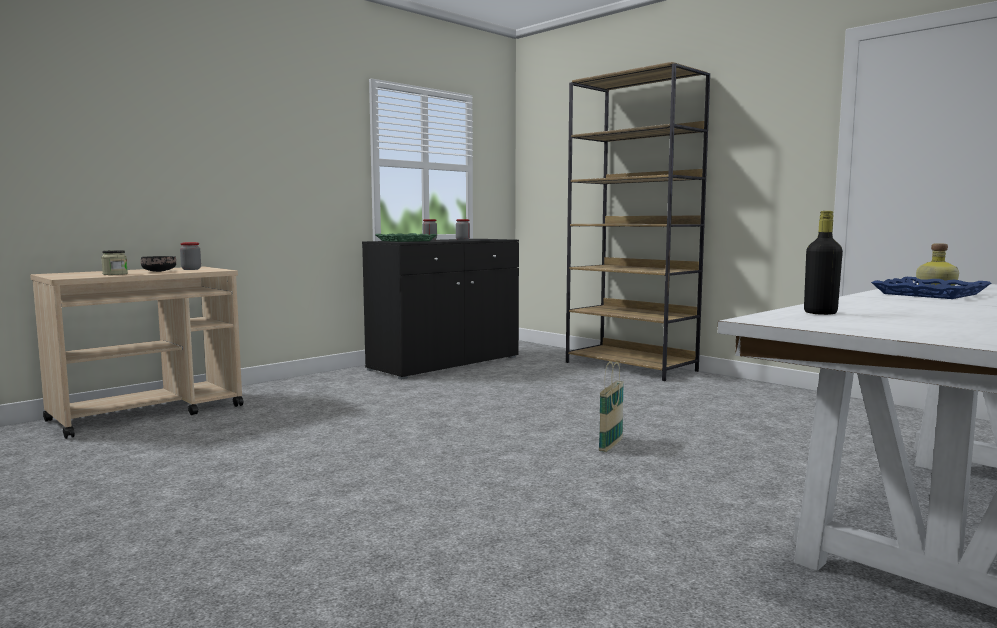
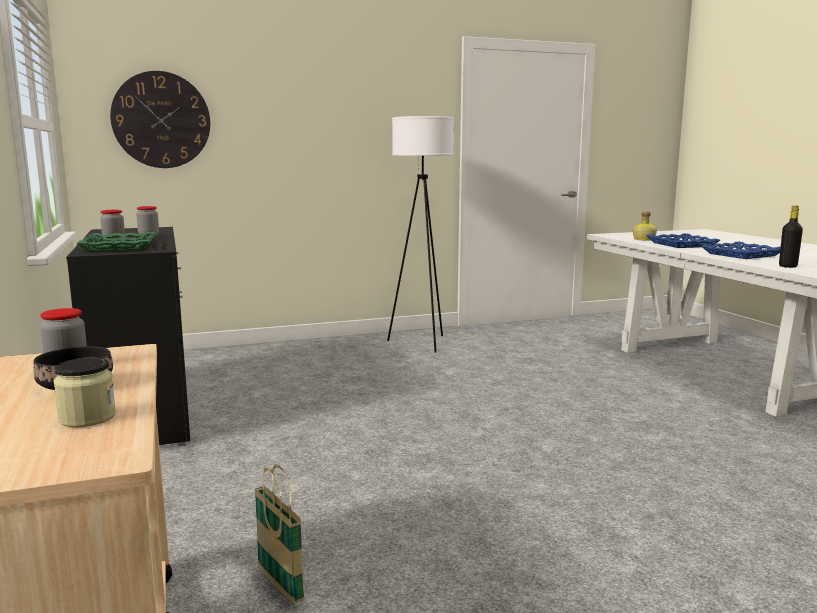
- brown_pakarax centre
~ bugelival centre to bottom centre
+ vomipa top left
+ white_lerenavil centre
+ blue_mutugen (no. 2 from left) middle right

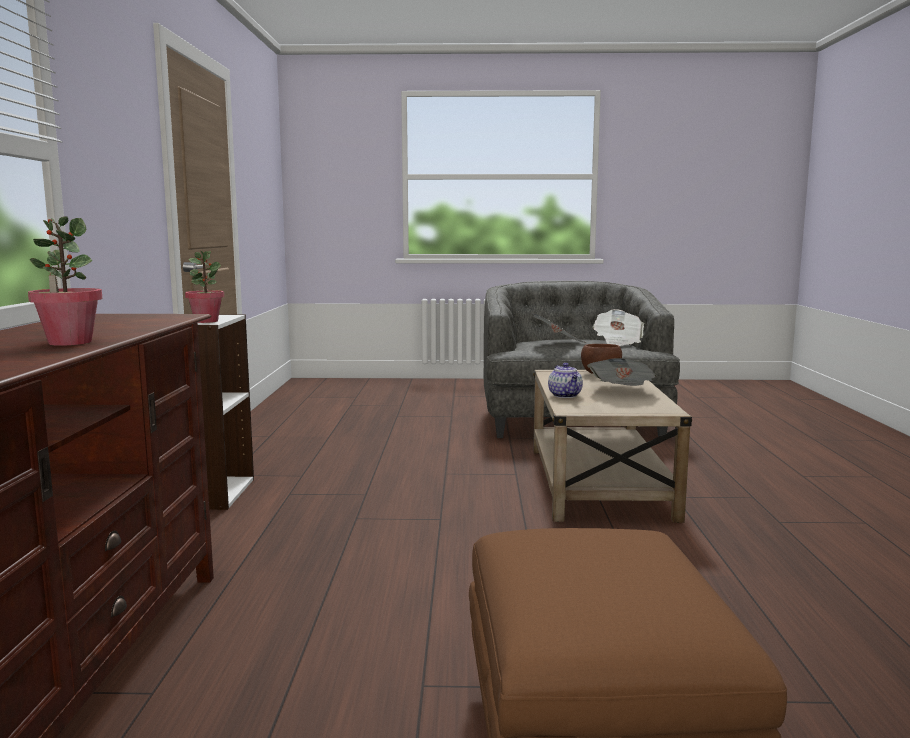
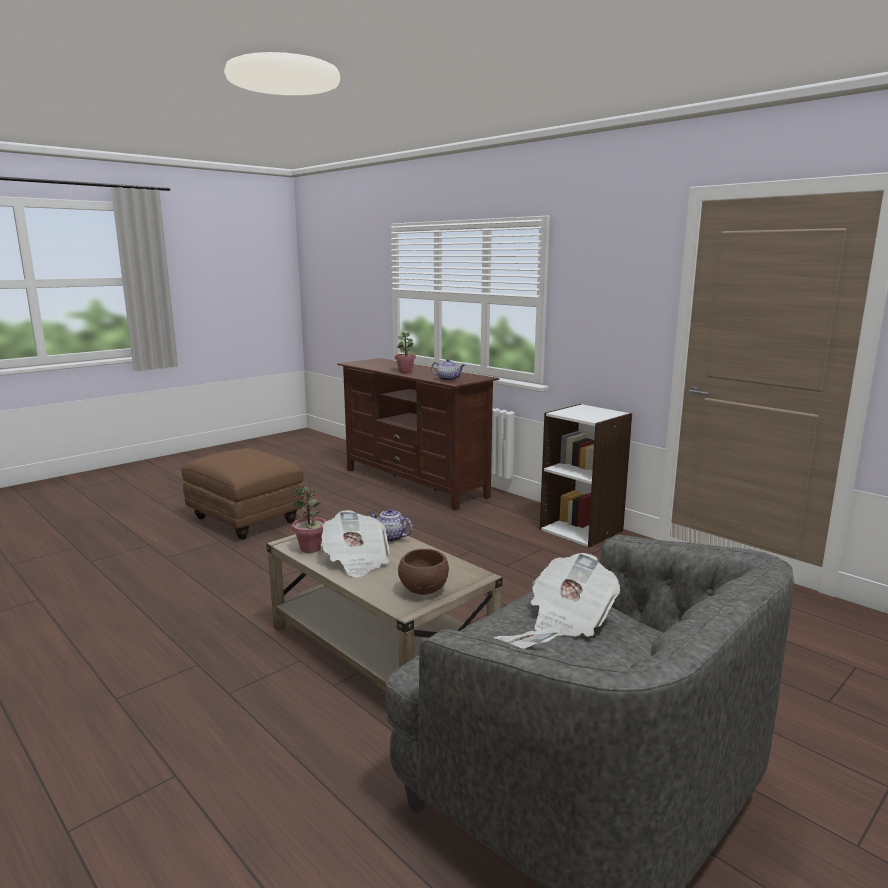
~ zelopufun (no. 2 from left in the first image) middle left to zelopufun (no. 1 from left) centre
+ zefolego (no. 2 from left) centre

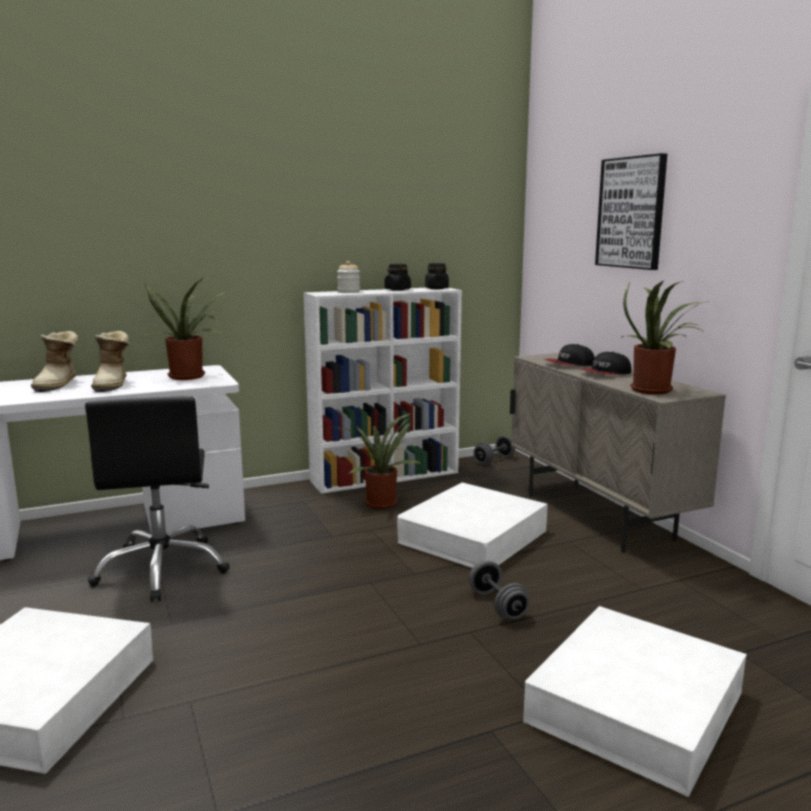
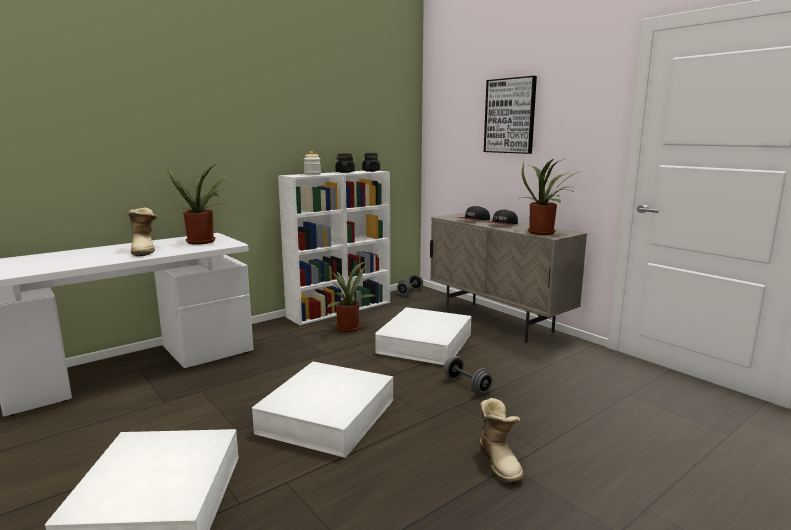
~ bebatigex (no. 1 from left in the first image) middle left to bebatigex (no. 2 from left) bottom centre
- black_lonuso middle left
~ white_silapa (no. 3 from left in the first image) bottom right to white_silapa (no. 2 from left) bottom centre

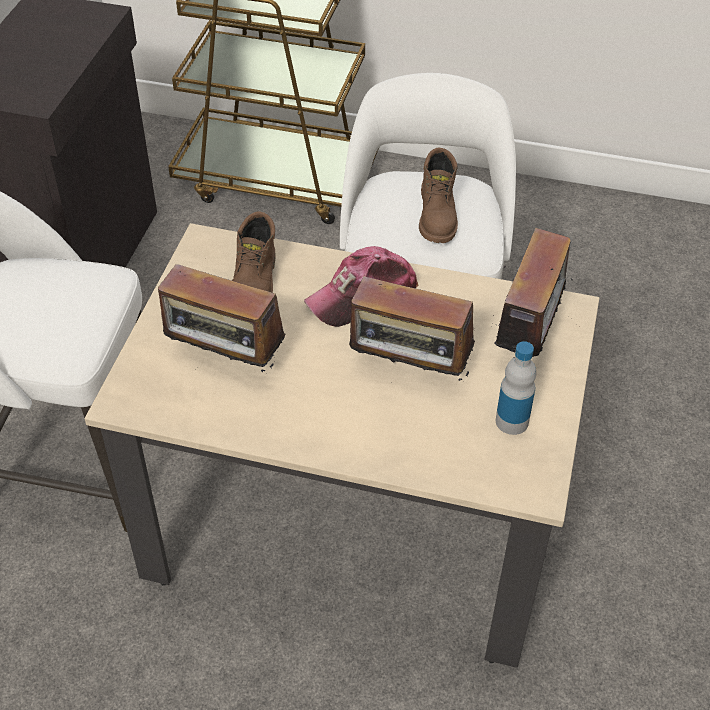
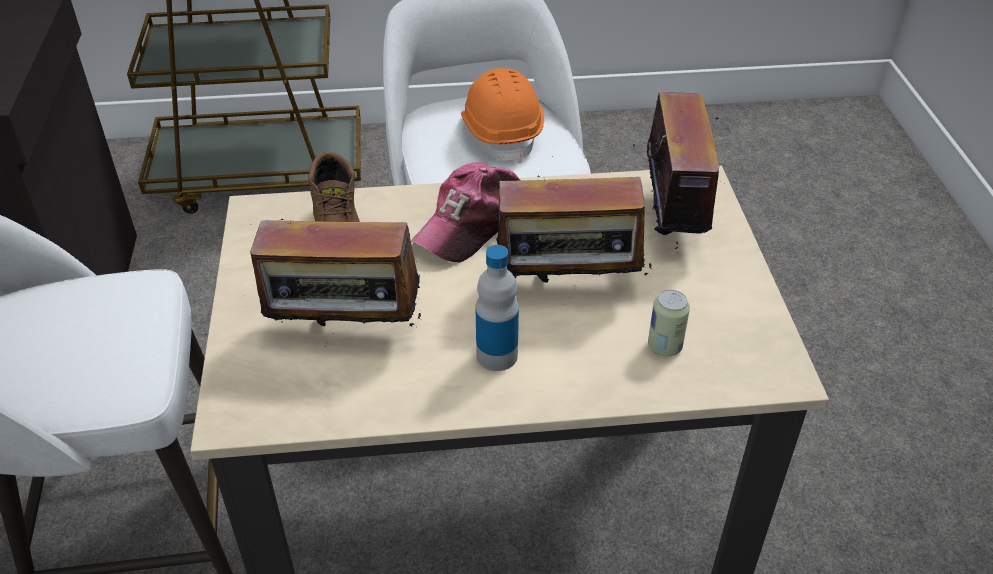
~ brown_bebatigex (no. 2 from left) top centre to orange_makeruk top centre
~ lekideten middle right to centre
+ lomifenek middle right

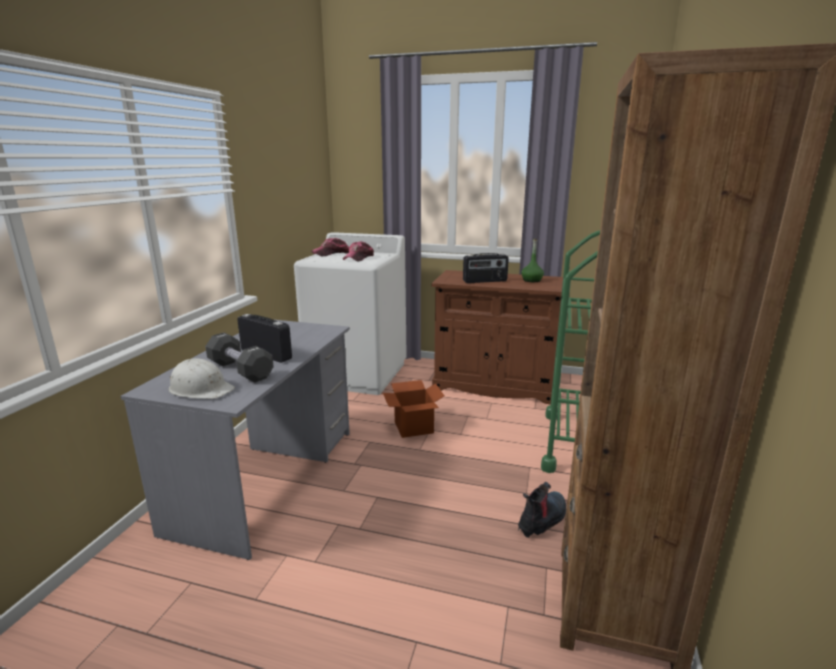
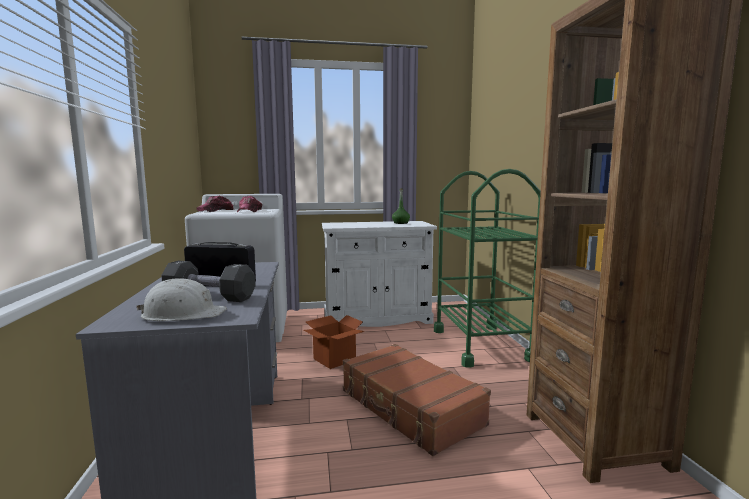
- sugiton (no. 2 from left) centre
~ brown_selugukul centre to white_selugukul centre
- bebatigex bottom centre
+ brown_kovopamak bottom centre

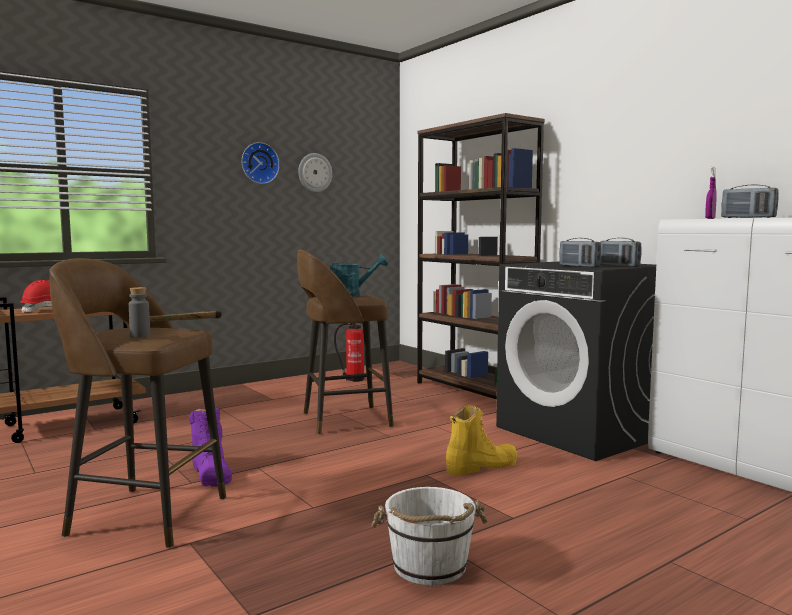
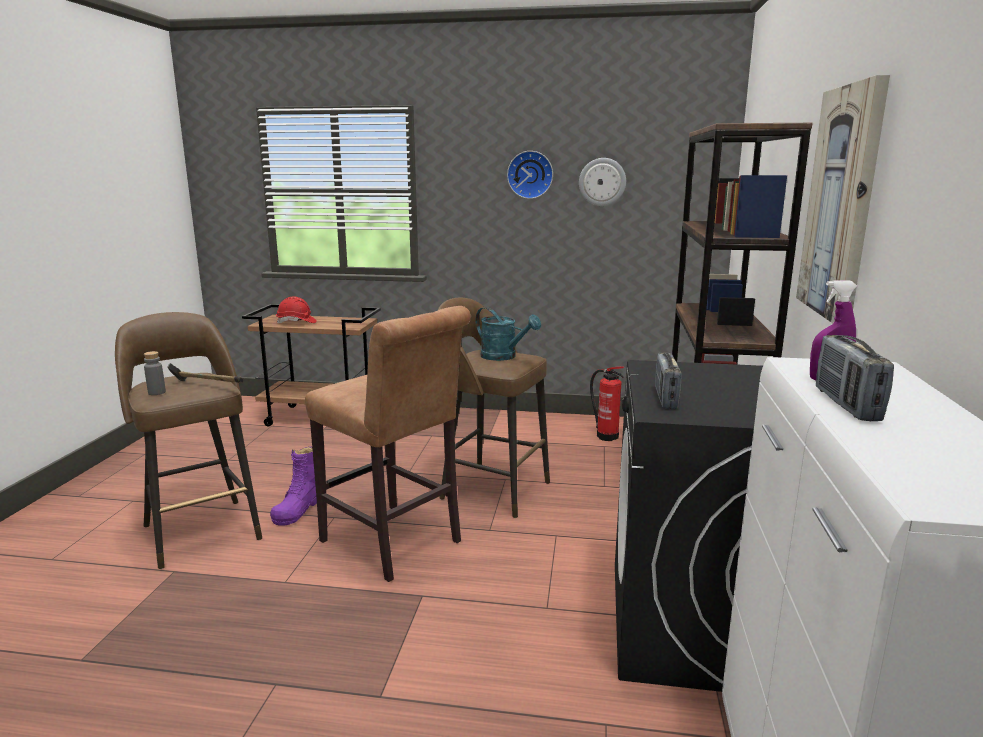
- sugiton (no. 2 from left) middle right
- yellow_bebatigex bottom centre
- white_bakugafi bottom centre
+ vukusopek top right
+ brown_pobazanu (no. 2 from left) centre

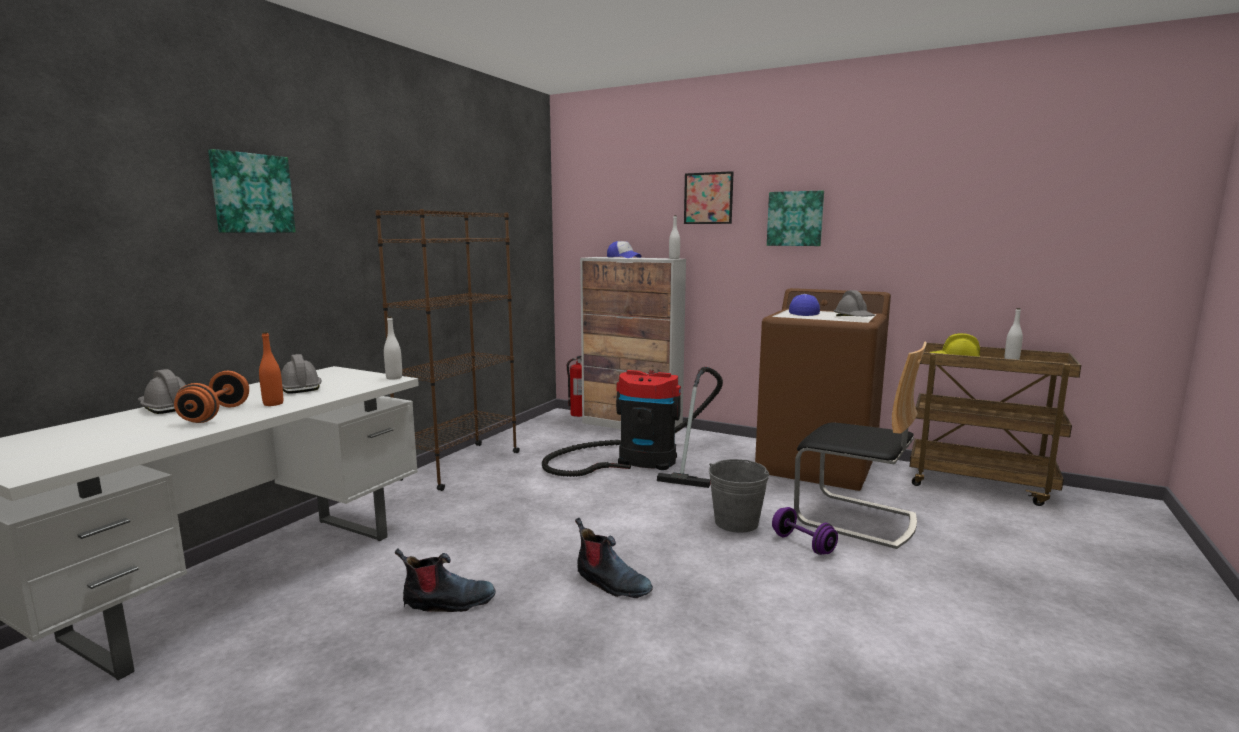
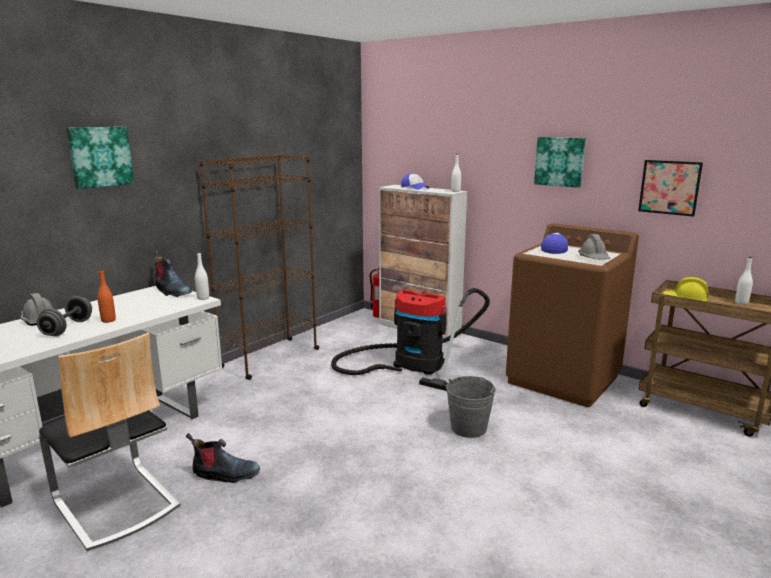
~ vukusopek (no. 2 from left in the first image) top centre to vukusopek (no. 3 from left) top right
~ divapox middle right to bottom left
- grey_makeruk (no. 2 from left) middle left
~ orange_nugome middle left to grey_nugome middle left
- purple_nugome bottom centre
~ bebatigex (no. 2 from left in the first image) bottom centre to bebatigex (no. 1 from left) middle left

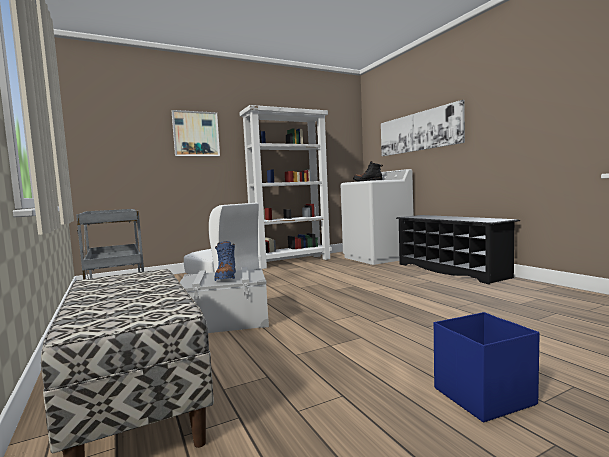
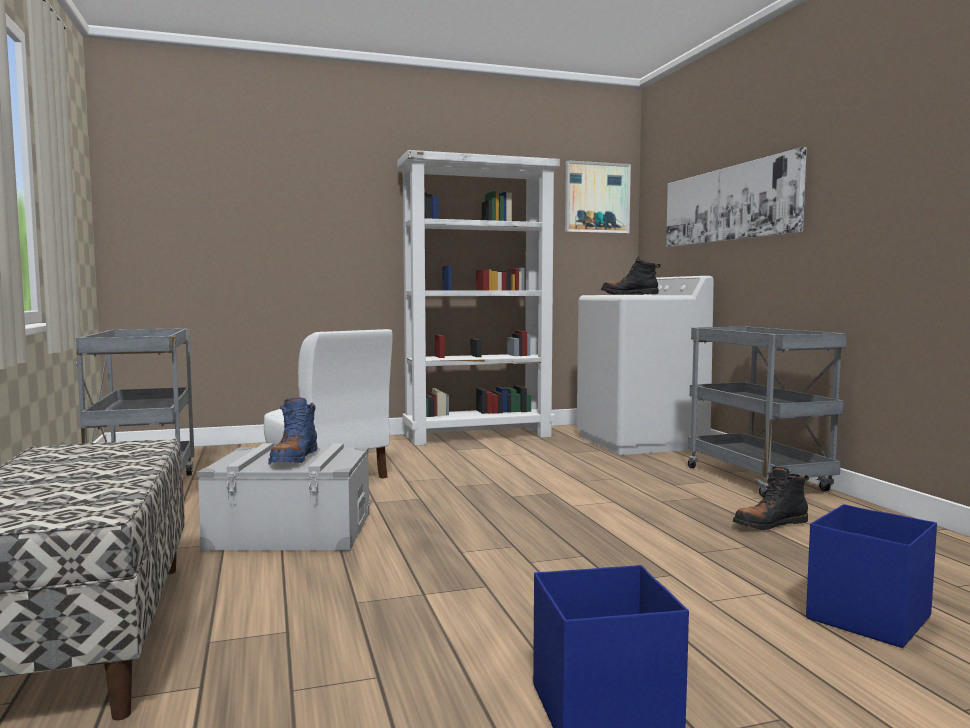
~ vukusopek (no. 1 from left) top left to top centre
~ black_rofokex middle right to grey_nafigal (no. 2 from left) middle right
+ black_bebatigex (no. 2 from left) bottom right
+ blue_silapa (no. 2 from left) bottom right

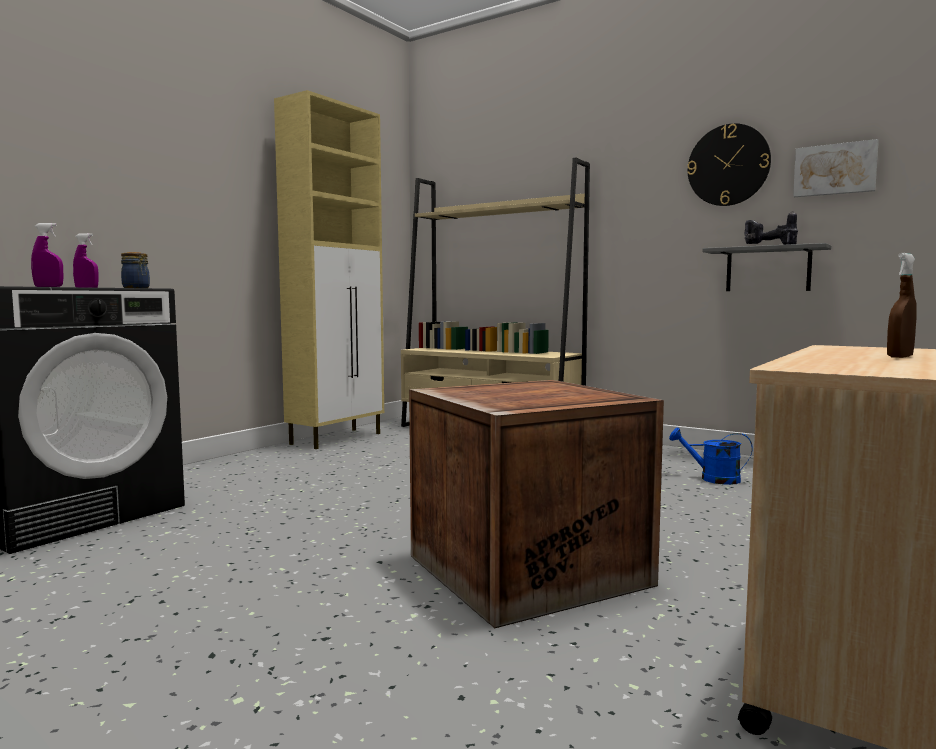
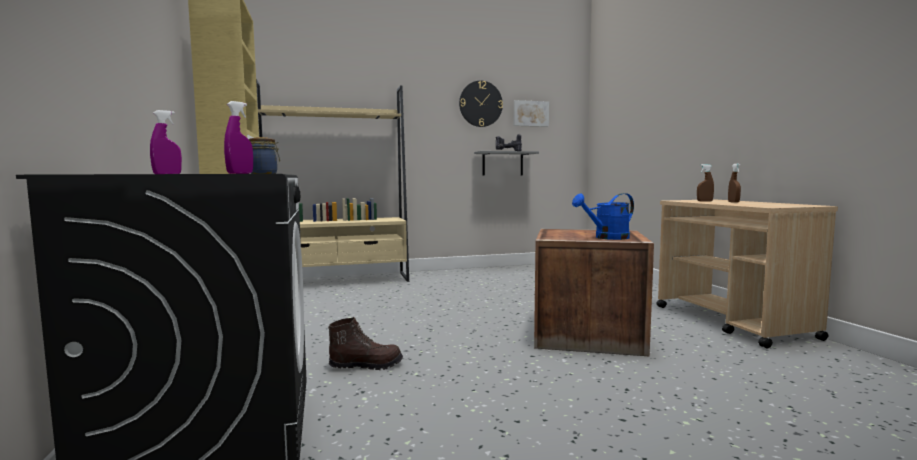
~ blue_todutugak middle right to centre
+ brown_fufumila (no. 1 from left) middle right
+ brown_bebatigex bottom centre

